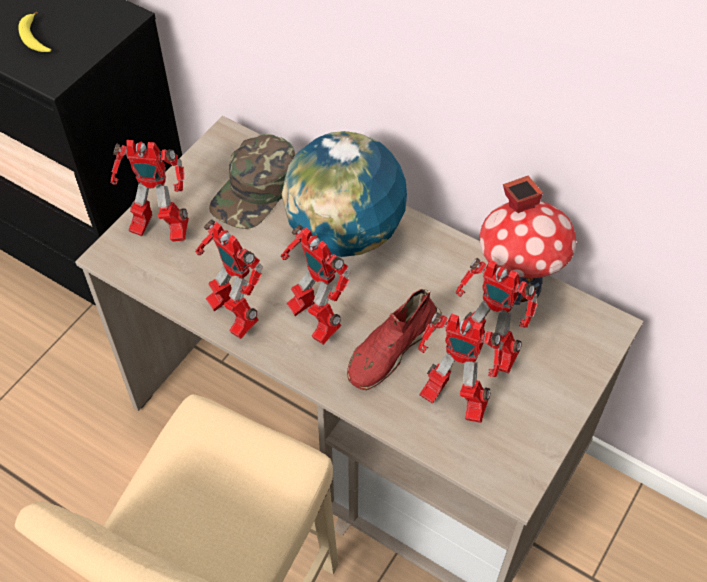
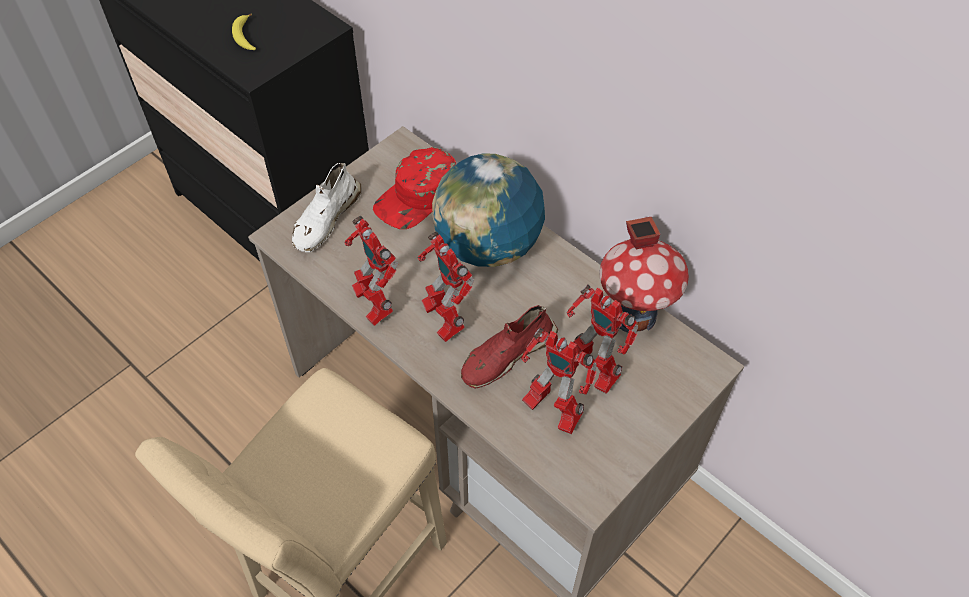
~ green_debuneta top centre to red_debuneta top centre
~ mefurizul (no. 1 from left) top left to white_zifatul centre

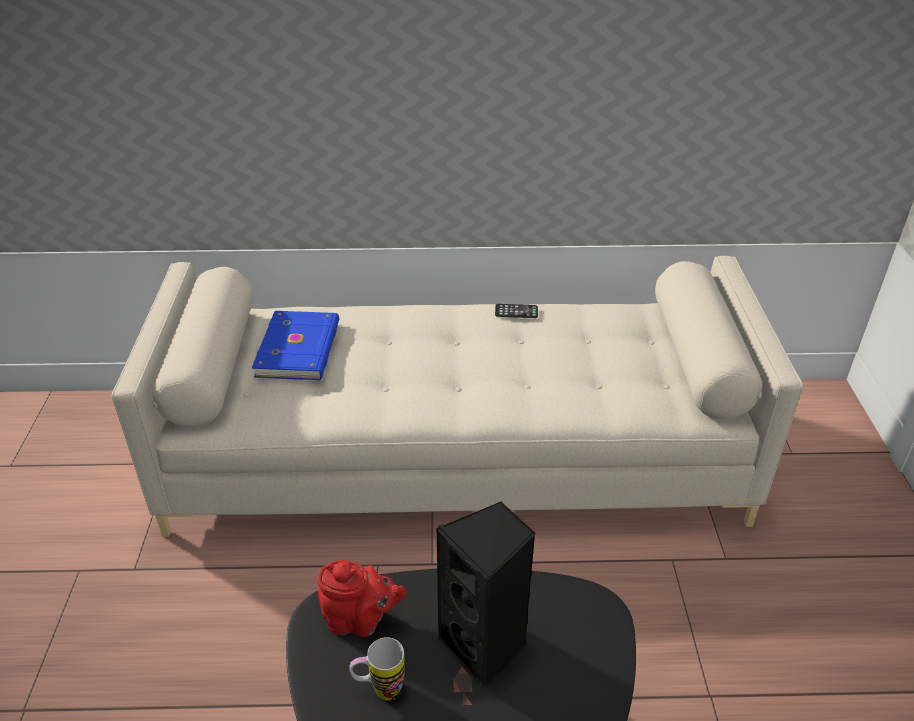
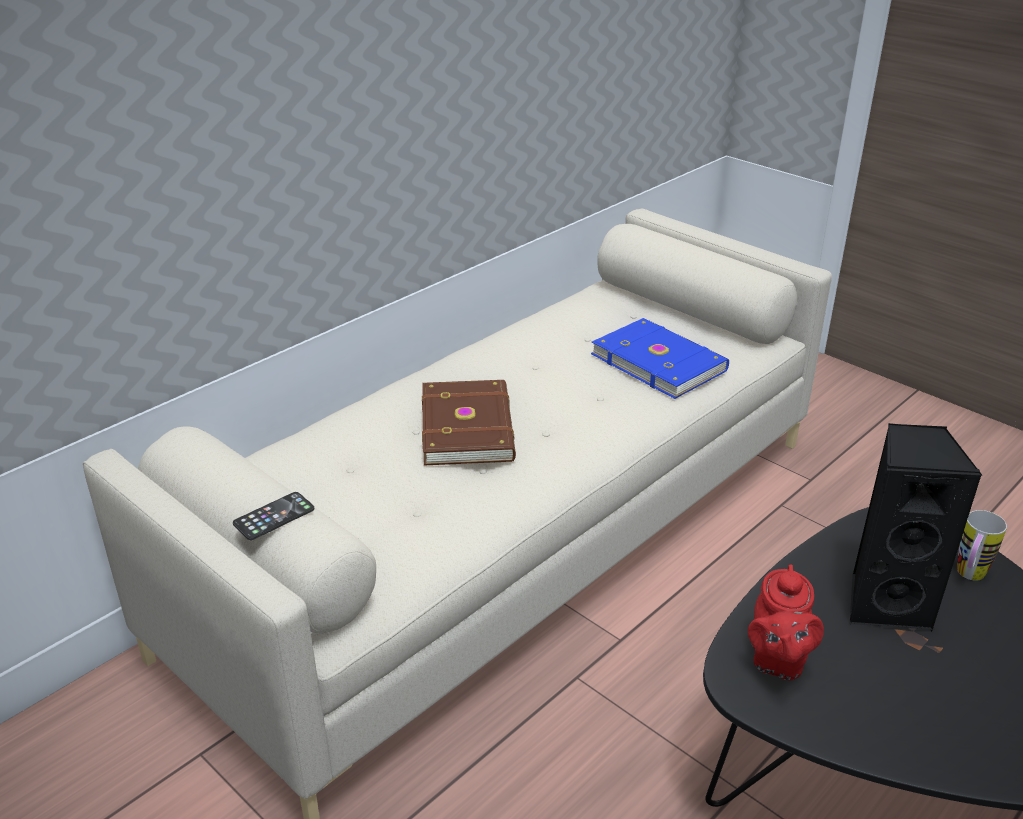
~ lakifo centre to middle left
~ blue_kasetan middle left to centre
~ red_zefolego bottom centre = bottom right 135 degrees clockwise
~ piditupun bottom centre to middle right
+ brown_kasetan centre

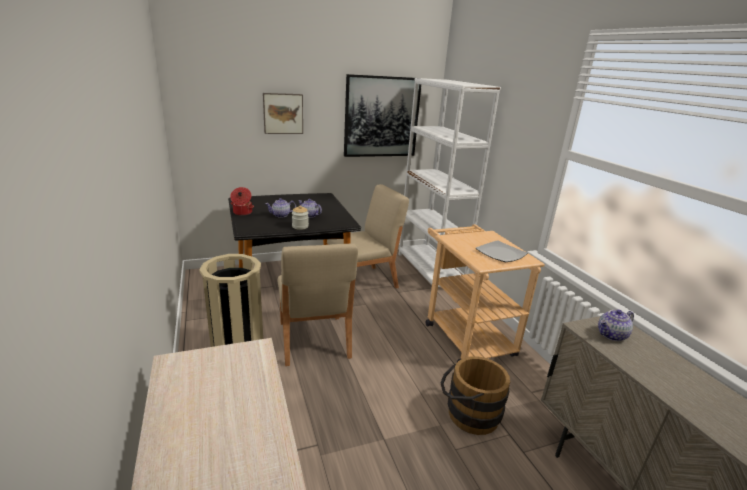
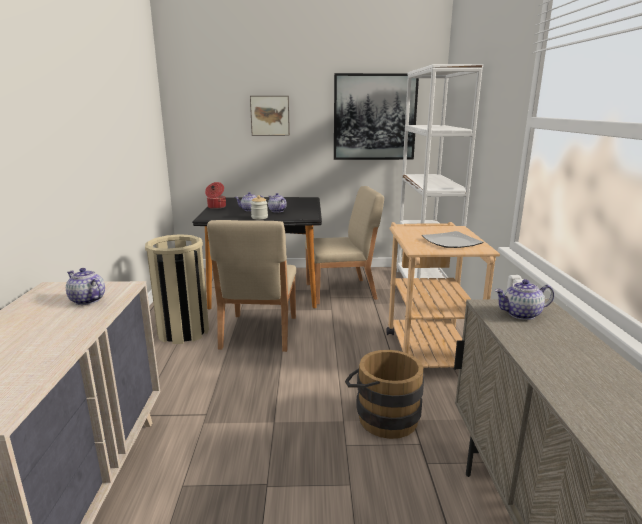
+ zefolego (no. 1 from left) middle left

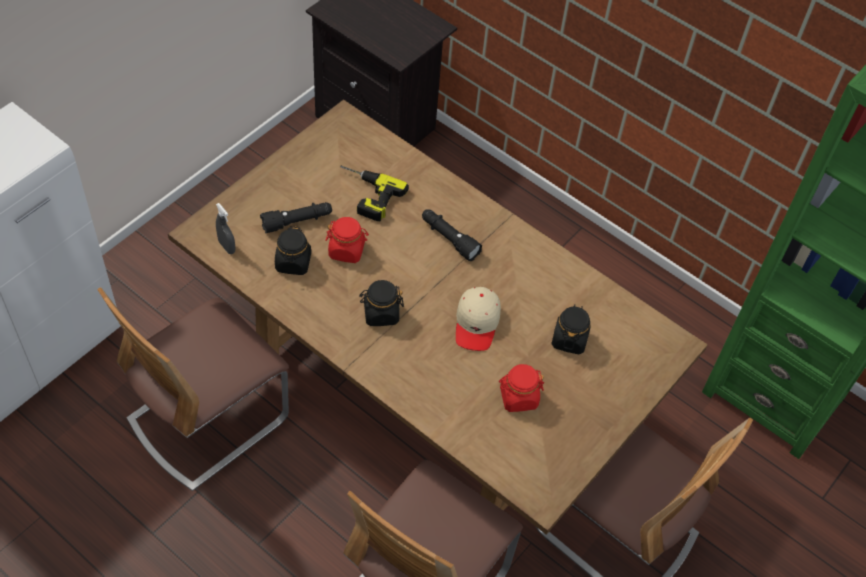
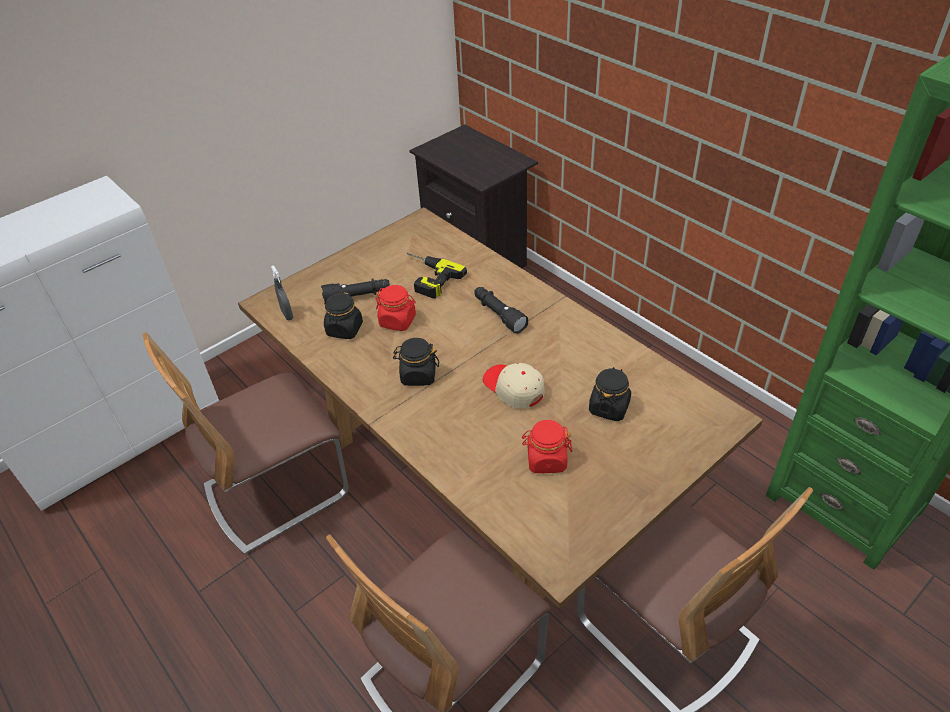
~ beige_debuneta centre = centre 120 degrees clockwise

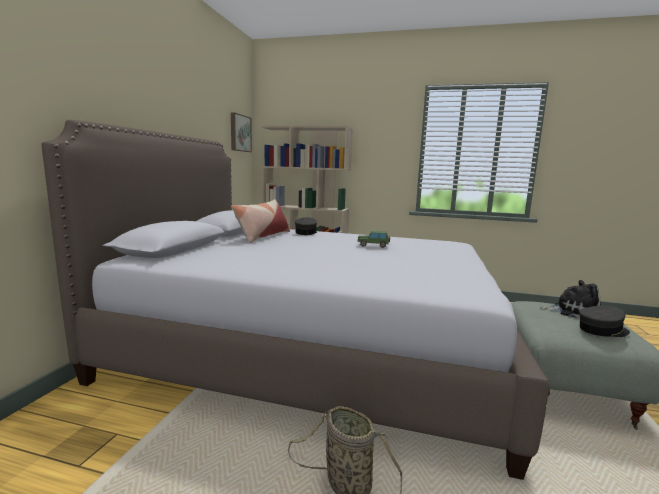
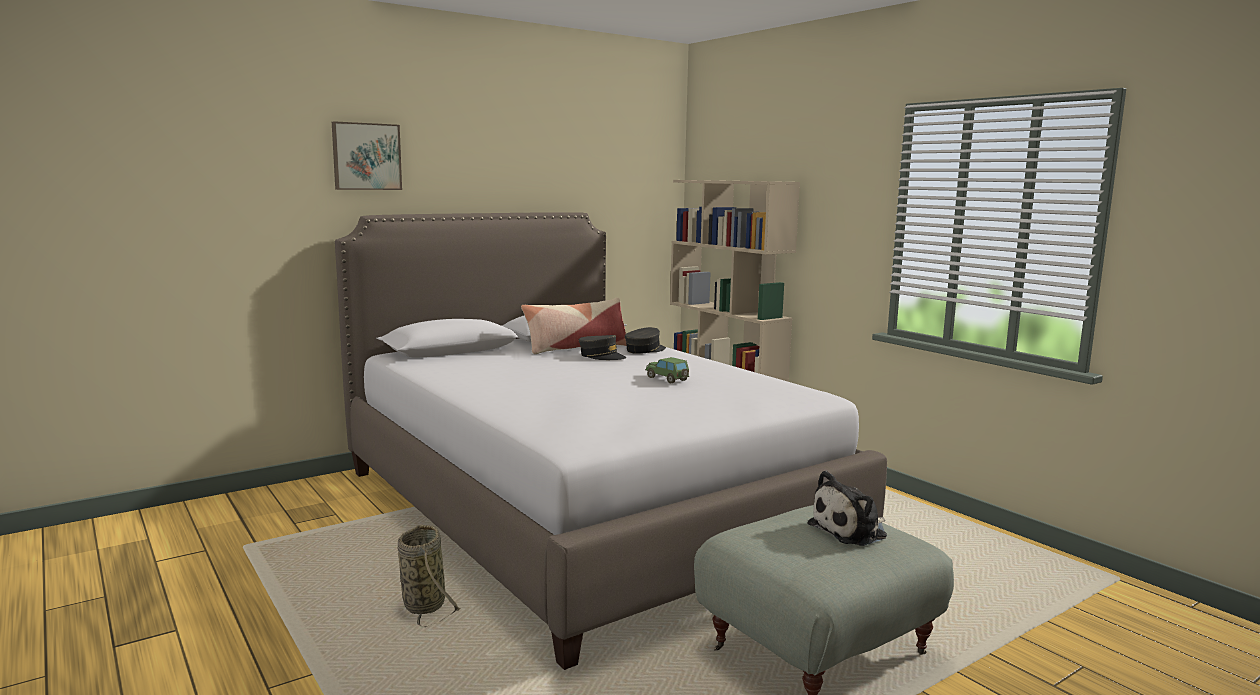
~ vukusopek top centre to top left
~ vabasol middle right = bottom right 90 degrees clockwise
~ grey_debuneta (no. 2 from left in the first image) middle right to grey_debuneta (no. 1 from left) centre

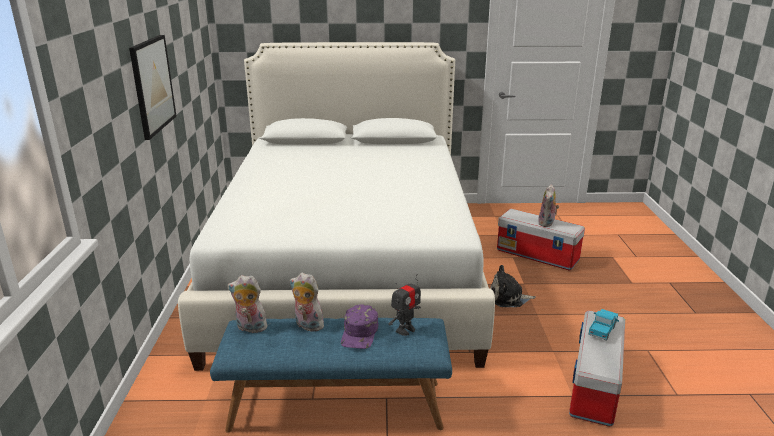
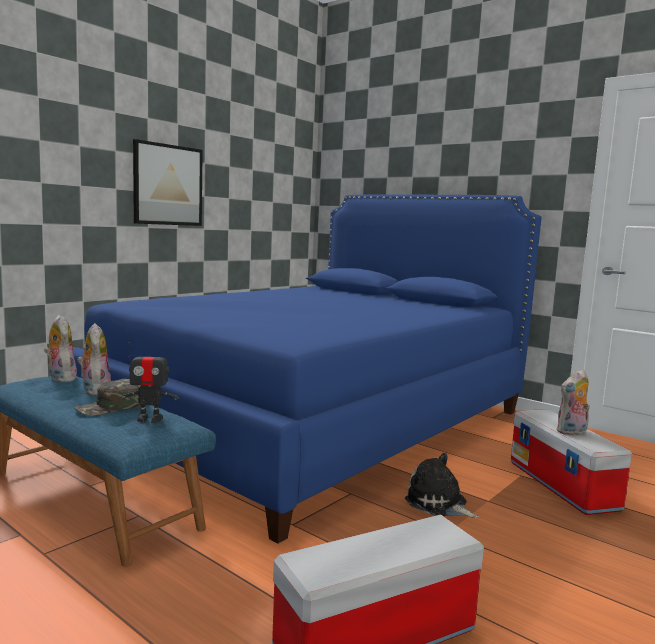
~ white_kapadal centre to blue_kapadal centre
~ purple_debuneta bottom centre to green_debuneta middle left
- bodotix bottom right

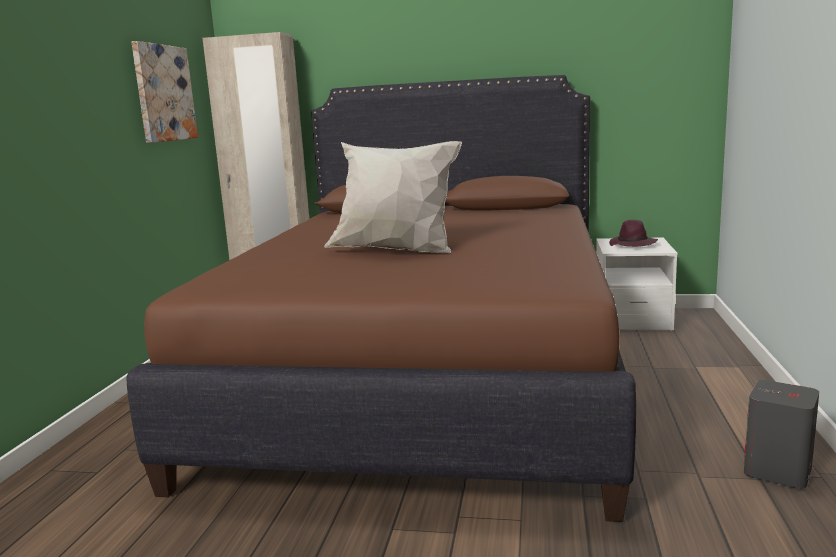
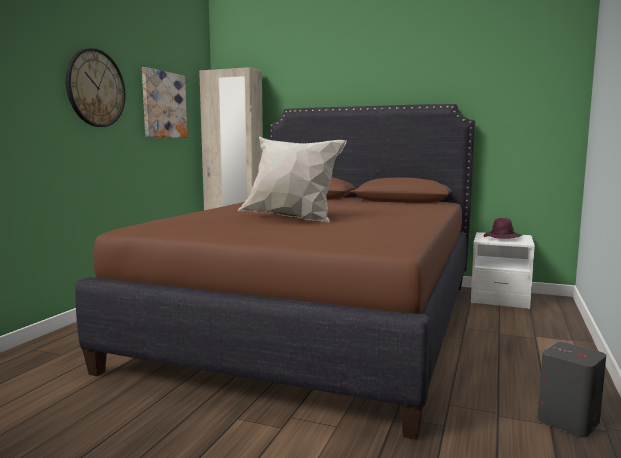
+ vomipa top left

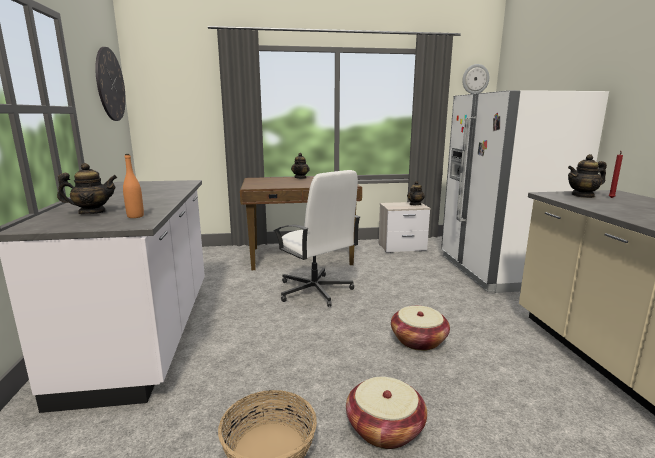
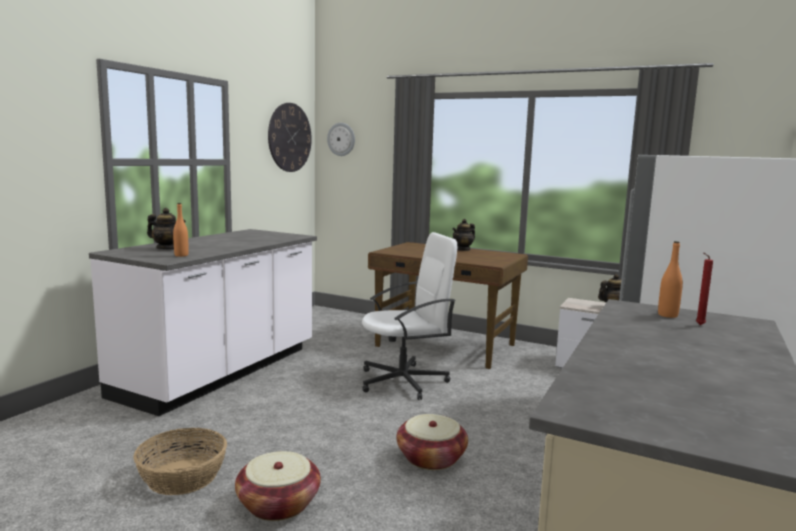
~ vomipa (no. 2 from left) top right to top centre
~ zefolego (no. 4 from left) middle right to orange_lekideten (no. 2 from left) middle right
~ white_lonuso centre = centre 105 degrees counterclockwise

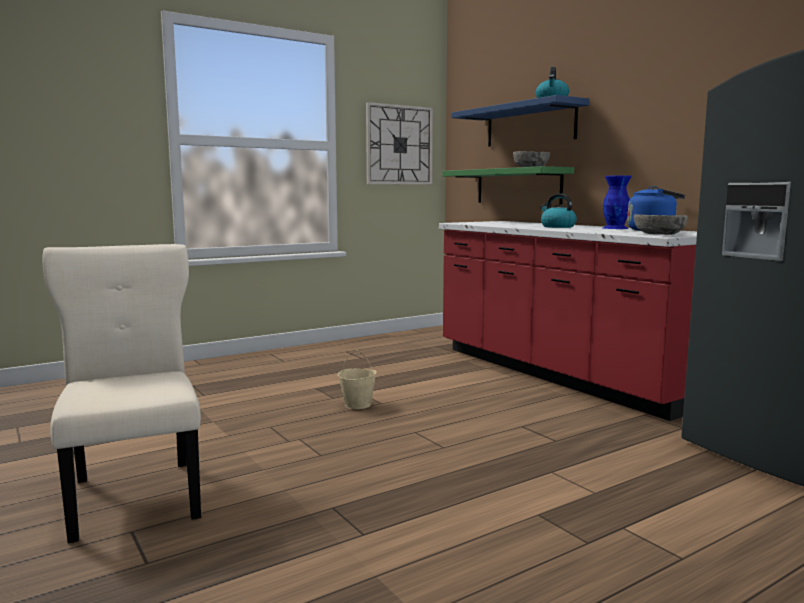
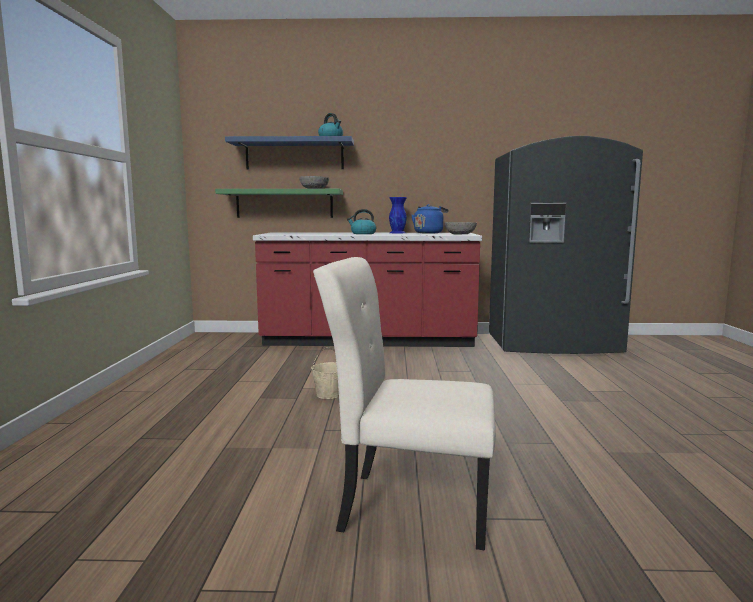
- vomipa top centre

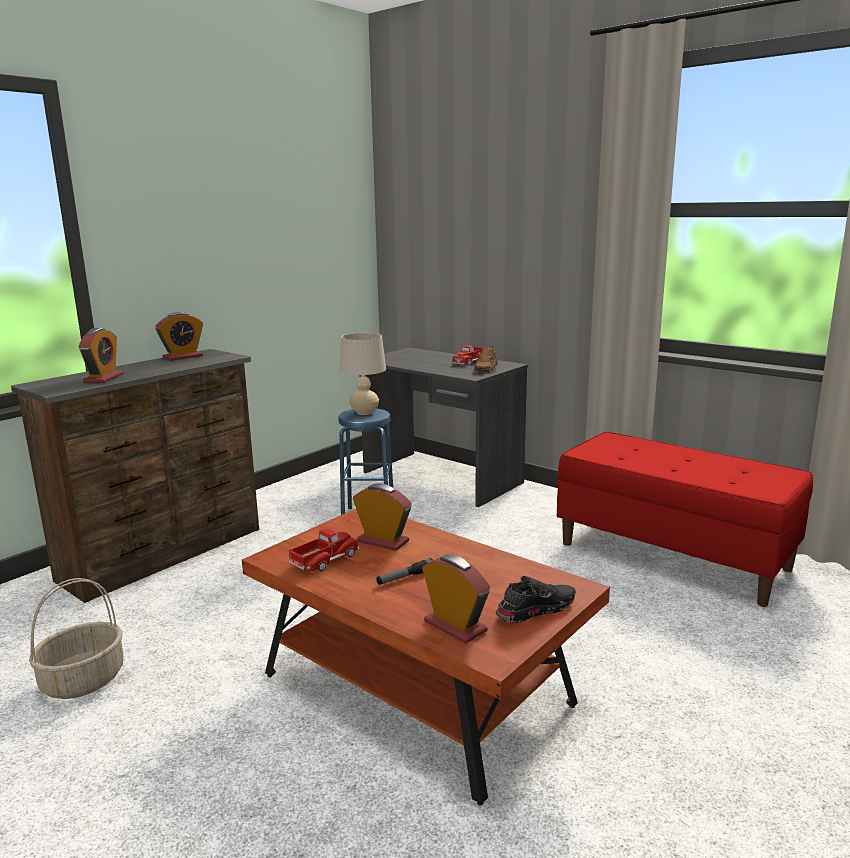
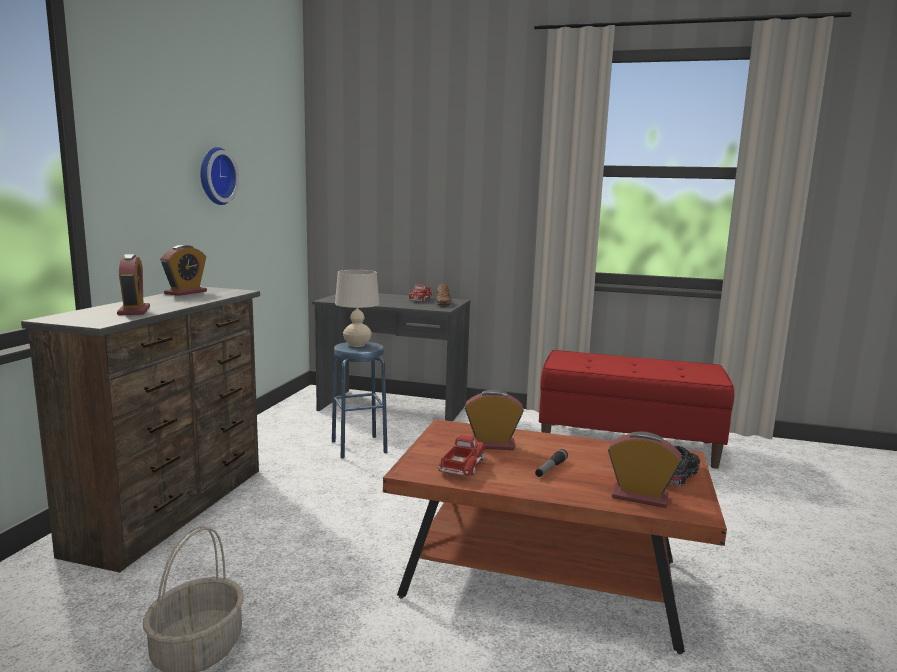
+ vomipa top left

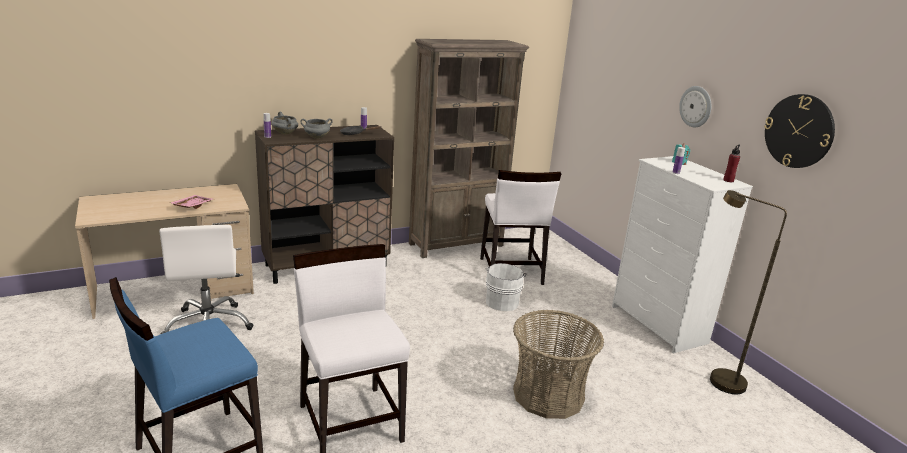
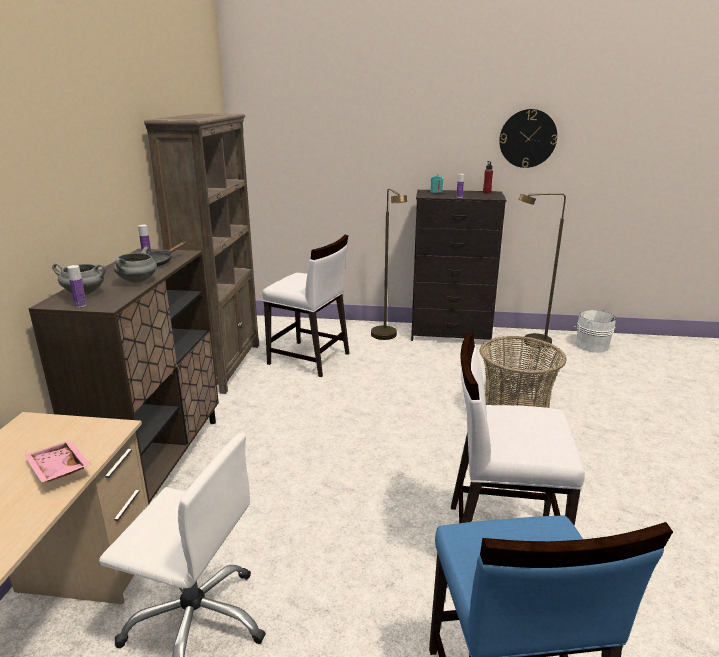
- vomipa (no. 1 from left) top right
~ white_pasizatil middle right to black_pasizatil centre
~ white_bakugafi centre to middle right
+ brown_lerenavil (no. 1 from left) centre

